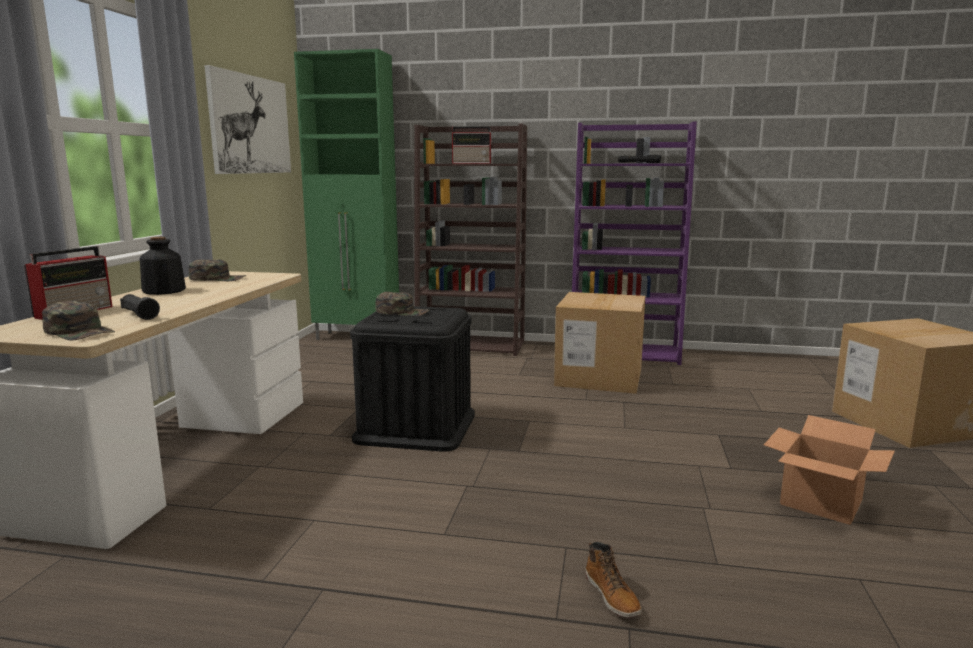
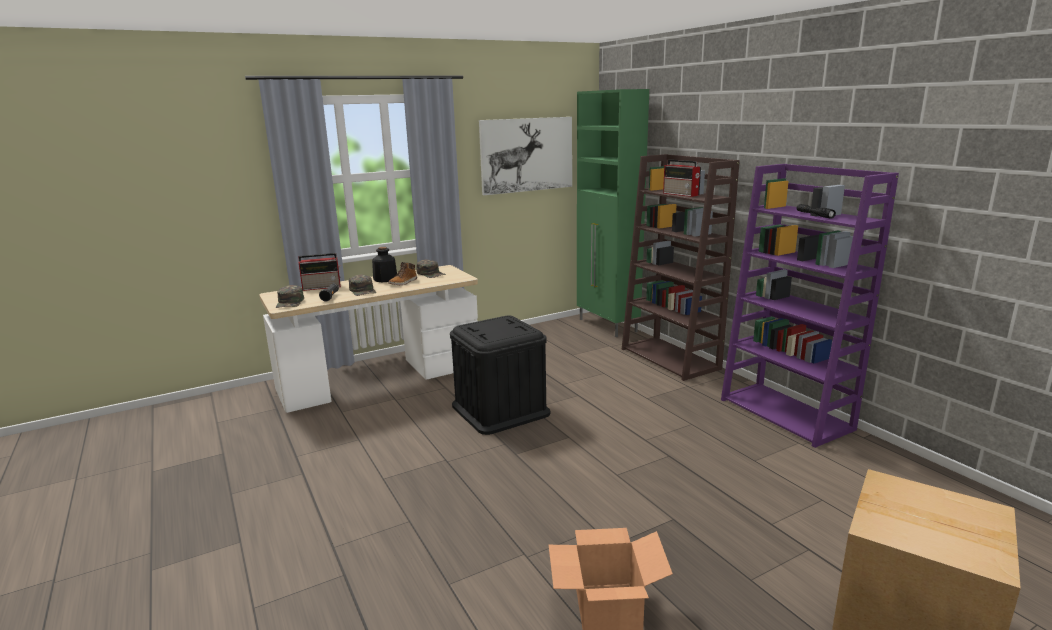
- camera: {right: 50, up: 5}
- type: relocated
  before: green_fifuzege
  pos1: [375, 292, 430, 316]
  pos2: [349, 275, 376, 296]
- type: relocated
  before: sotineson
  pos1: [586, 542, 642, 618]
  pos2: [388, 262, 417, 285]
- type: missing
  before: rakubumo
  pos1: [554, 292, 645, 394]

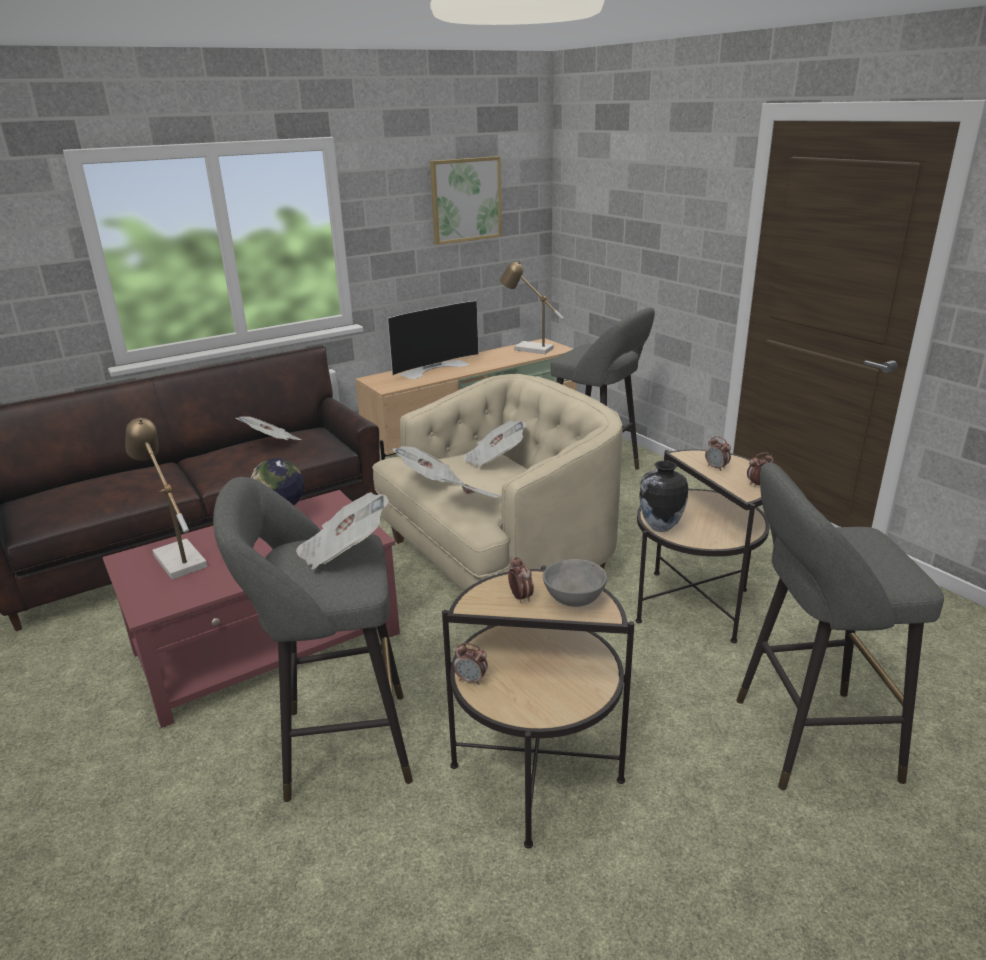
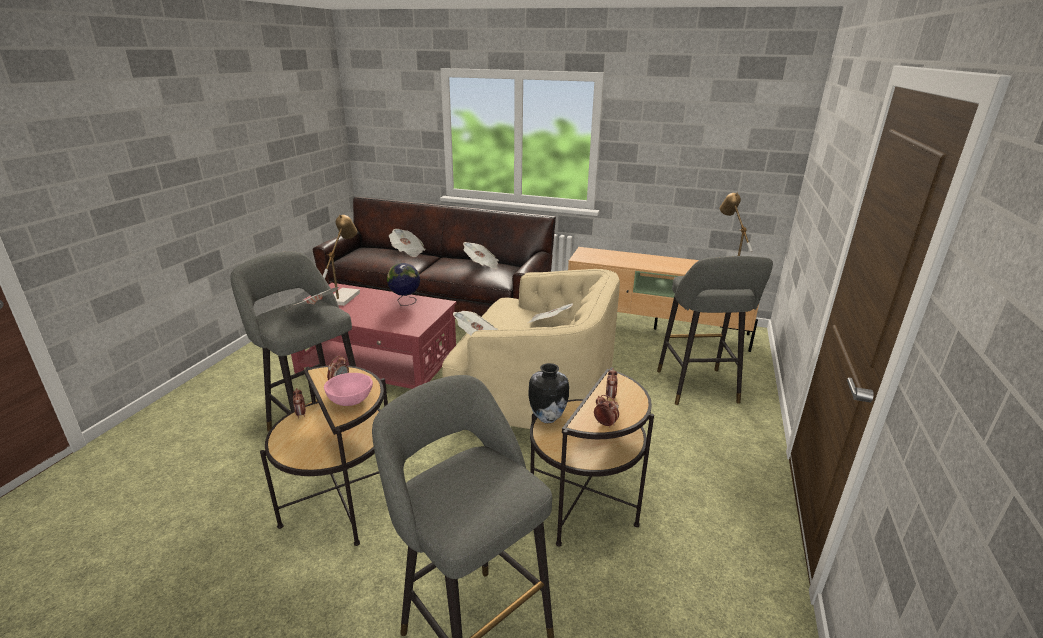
- camera: {right: 50, up: 0}
- type: colour
  before: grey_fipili
  after: pink_fipili
  pos1: [543, 559, 607, 607]
  pos2: [324, 373, 373, 406]
- type: relocated
  before: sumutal
  pos1: [392, 446, 463, 483]
  pos2: [389, 229, 426, 257]
- type: missing
  before: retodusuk
  pos1: [387, 301, 479, 379]
- type: missing
  before: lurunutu
  pos1: [430, 156, 502, 245]

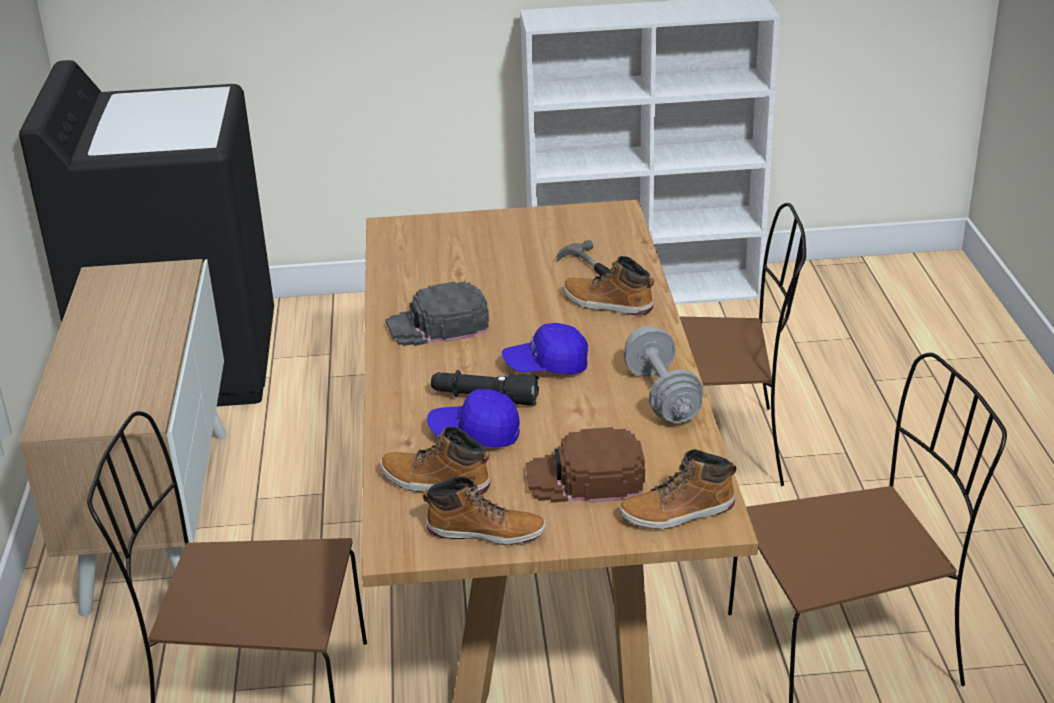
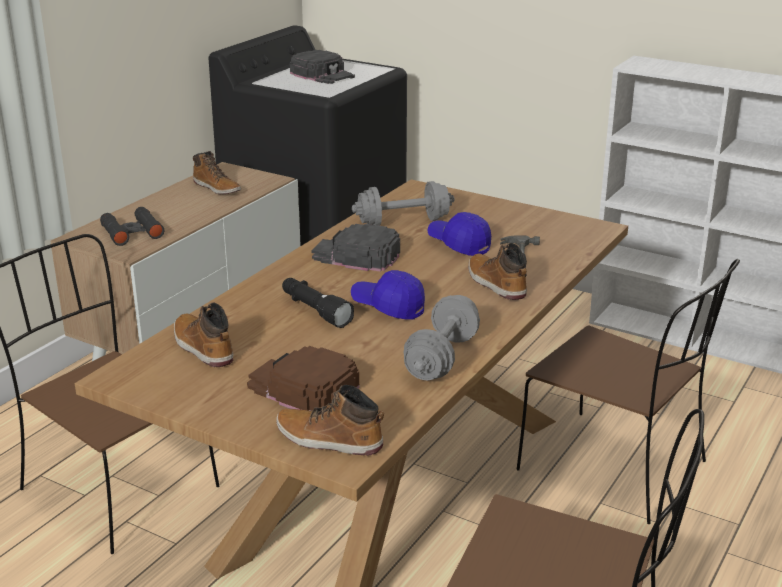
- camera: {right: 35, up: -5}
- type: appeared
  after: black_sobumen
  pos2: [100, 207, 164, 246]
- type: relocated
  before: sotineson
  pos1: [423, 477, 546, 545]
  pos2: [193, 151, 241, 195]
- type: appeared
  after: black_fifuzege
  pos2: [290, 50, 355, 84]
- type: appeared
  after: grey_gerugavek
  pos2: [352, 181, 455, 226]
- type: relocated
  before: blue_fifuzege
  pos1: [427, 389, 520, 448]
  pos2: [427, 212, 491, 256]

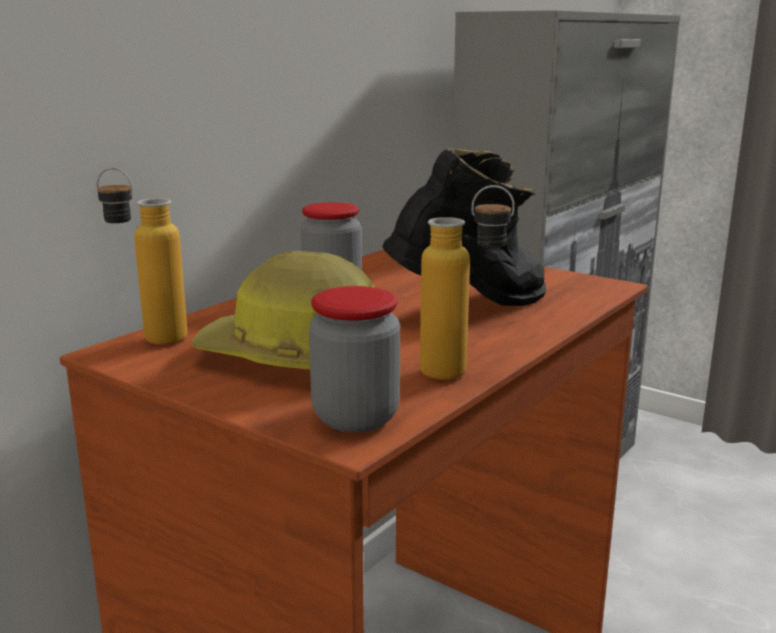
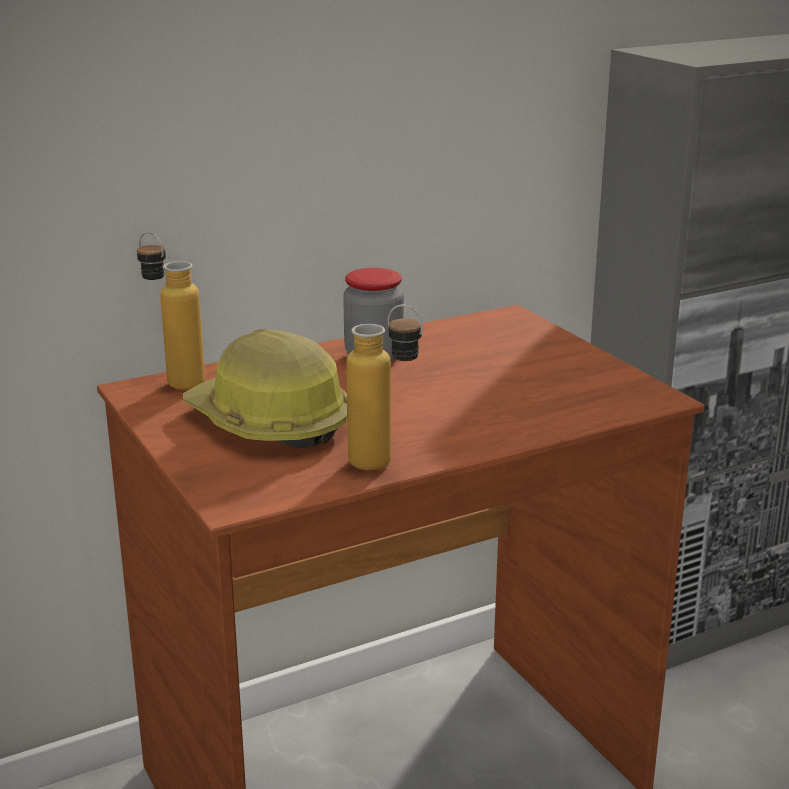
- camera: {right: 25, up: 5}
- type: missing
  before: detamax
  pos1: [309, 286, 400, 432]
- type: missing
  before: black_sotineson
  pos1: [382, 148, 546, 306]

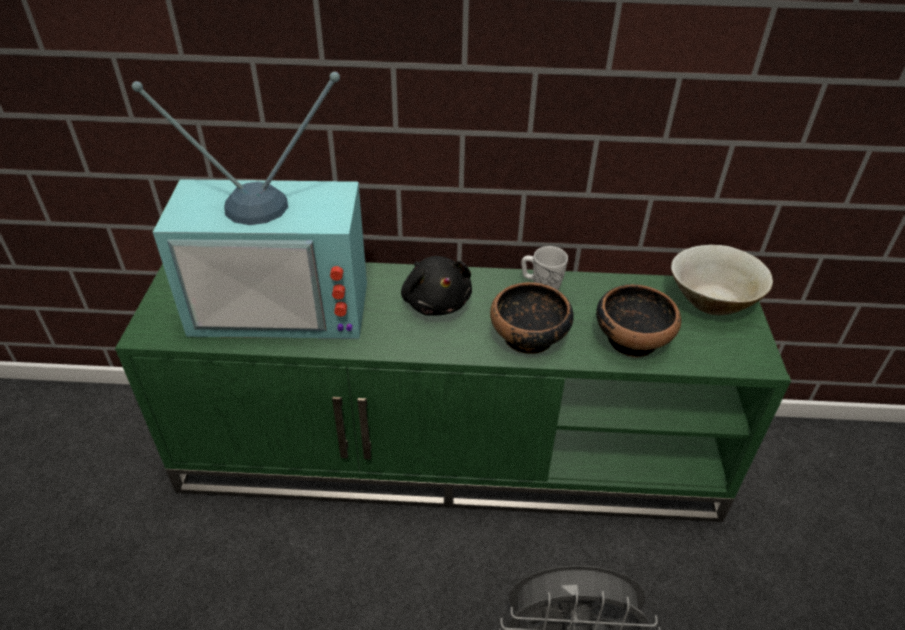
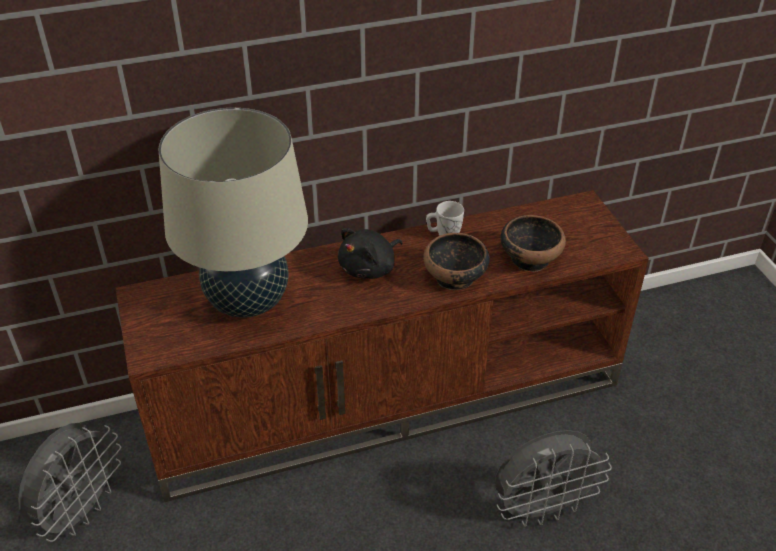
- camera: {right: -20, up: 0}
- type: appeared
  after: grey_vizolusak
  pos2: [18, 423, 121, 542]
- type: colour
  before: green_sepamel
  after: brown_sepamel
  pos1: [115, 262, 791, 522]
  pos2: [116, 190, 649, 502]
- type: exchanged
  before: retodusuk
  after: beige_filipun
  pos1: [132, 72, 367, 339]
  pos2: [158, 108, 308, 318]
- type: spun
  before: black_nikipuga
  pos1: [401, 256, 472, 316]
  pos2: [338, 228, 403, 279]
  turn: 90
- type: missing
  before: beige_fipili
  pos1: [671, 245, 773, 315]

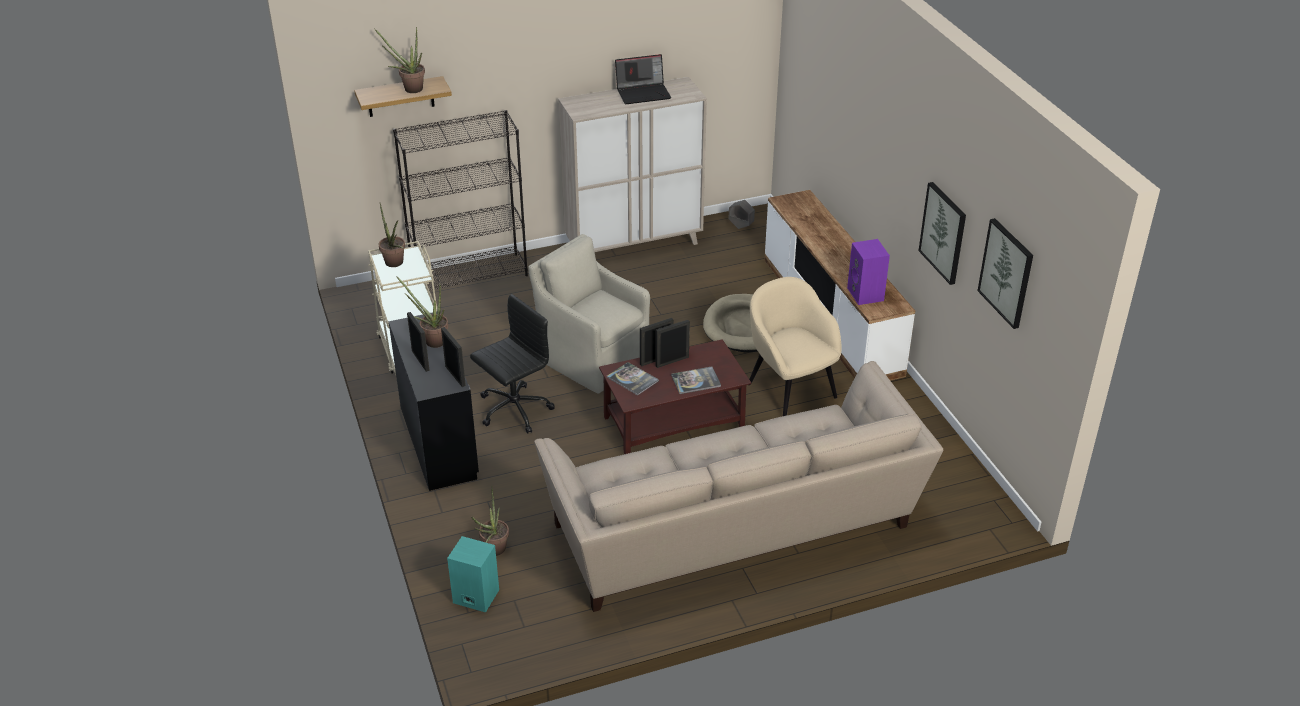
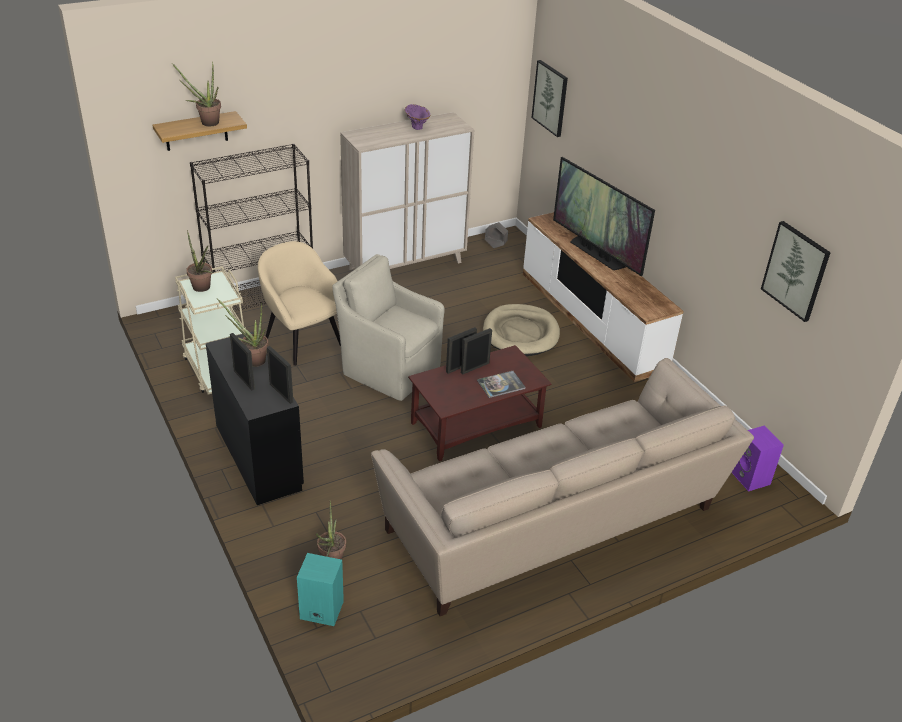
- camera: {right: -10, up: 0}
- type: relocated
  before: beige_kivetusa
  pos1: [749, 277, 842, 416]
  pos2: [257, 241, 341, 366]
- type: exchanged
  before: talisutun
  after: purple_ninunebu
  pos1: [615, 54, 671, 104]
  pos2: [405, 104, 430, 130]
- type: relocated
  before: lurunutu
  pos1: [919, 182, 966, 285]
  pos2: [532, 60, 568, 137]
- type: appeared
  after: retodusuk
  pos2: [553, 157, 655, 276]
- type: relocated
  before: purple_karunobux
  pos1: [847, 239, 890, 305]
  pos2: [731, 426, 784, 491]
- type: missing
  before: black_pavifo
  pos1: [470, 294, 555, 434]
- type: missing
  before: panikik
  pos1: [607, 362, 659, 395]

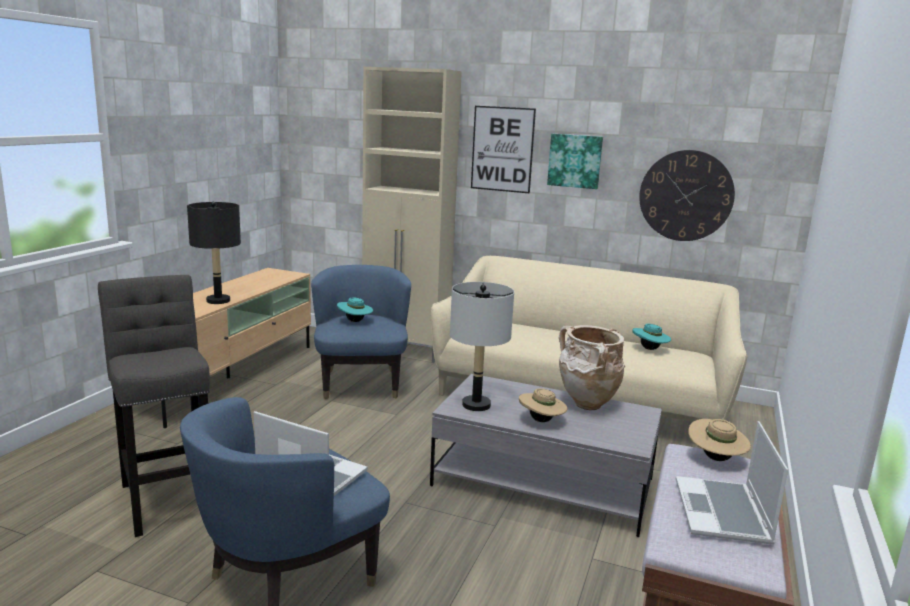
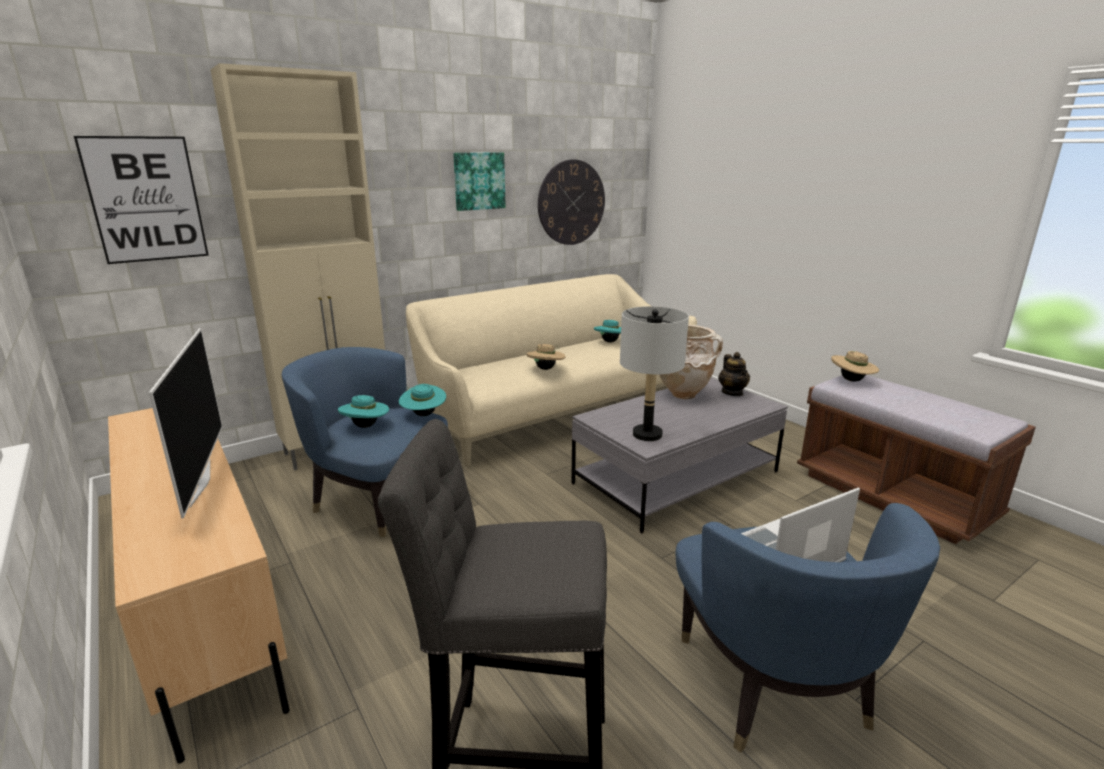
- camera: {right: -55, up: 5}
- type: relocated
  before: lurunutu
  pos1: [471, 106, 536, 193]
  pos2: [74, 136, 209, 264]
- type: exchanged
  before: black_filipun
  after: retodusuk
  pos1: [187, 202, 241, 304]
  pos2: [149, 328, 222, 518]
- type: appeared
  after: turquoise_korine
  pos2: [399, 384, 446, 416]
- type: relocated
  before: beige_korine
  pos1: [519, 388, 567, 422]
  pos2: [527, 344, 566, 370]
- type: appeared
  after: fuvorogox
  pos2: [718, 352, 750, 396]
- type: missing
  before: talisutun
  pos1: [676, 421, 788, 544]

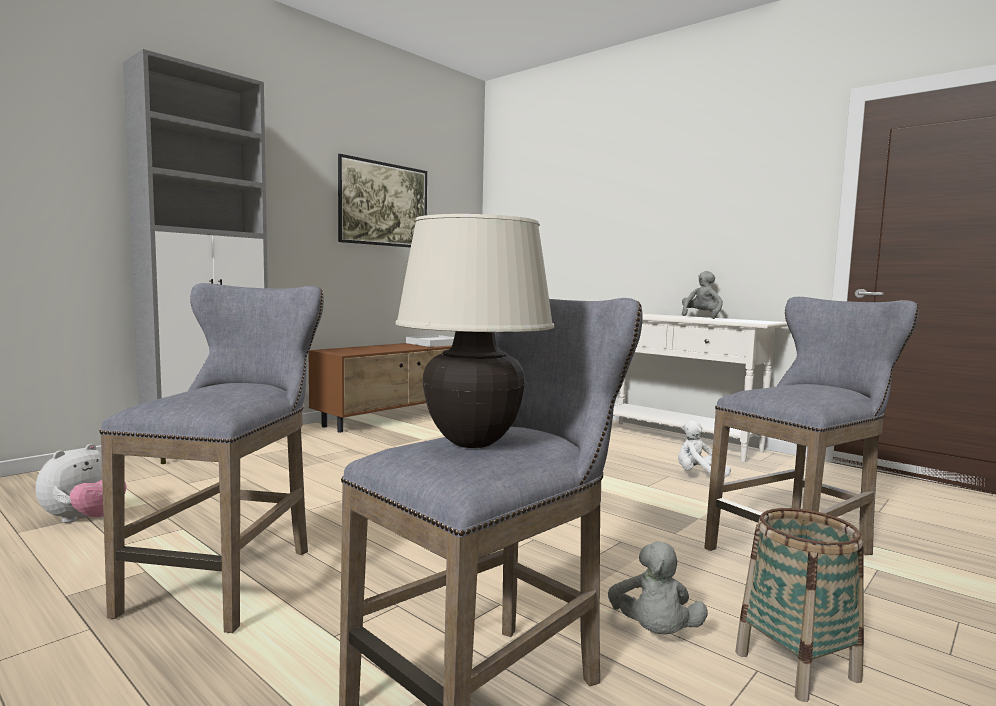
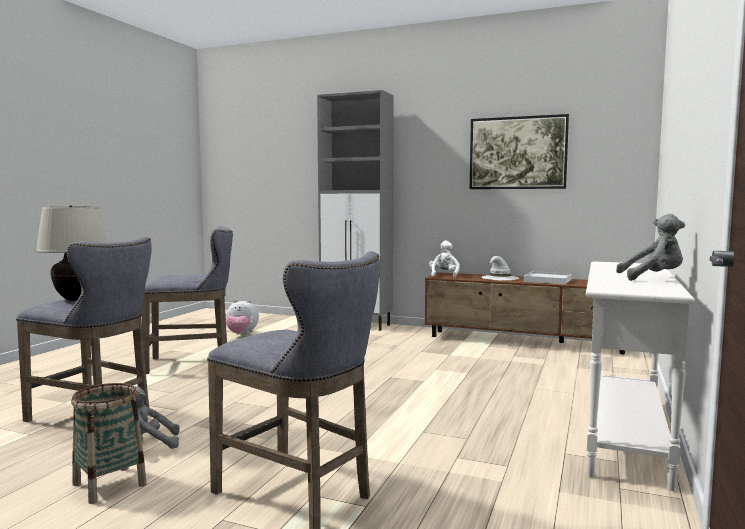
- camera: {right: 70, up: 0}
- type: relocated
  before: white_nikipuga
  pos1: [678, 420, 731, 481]
  pos2: [429, 241, 460, 278]
- type: appeared
  after: white_korine
  pos2: [482, 256, 519, 280]

